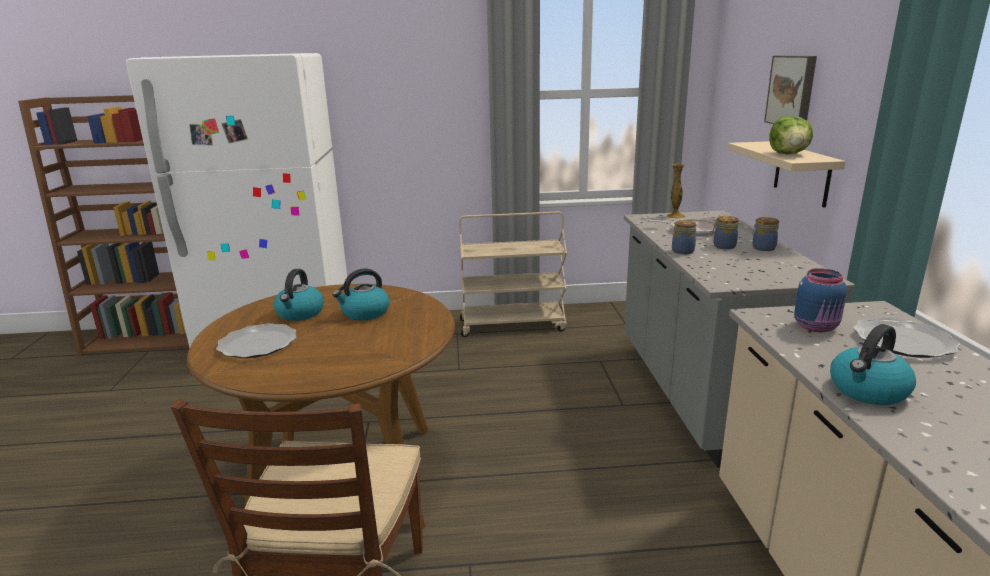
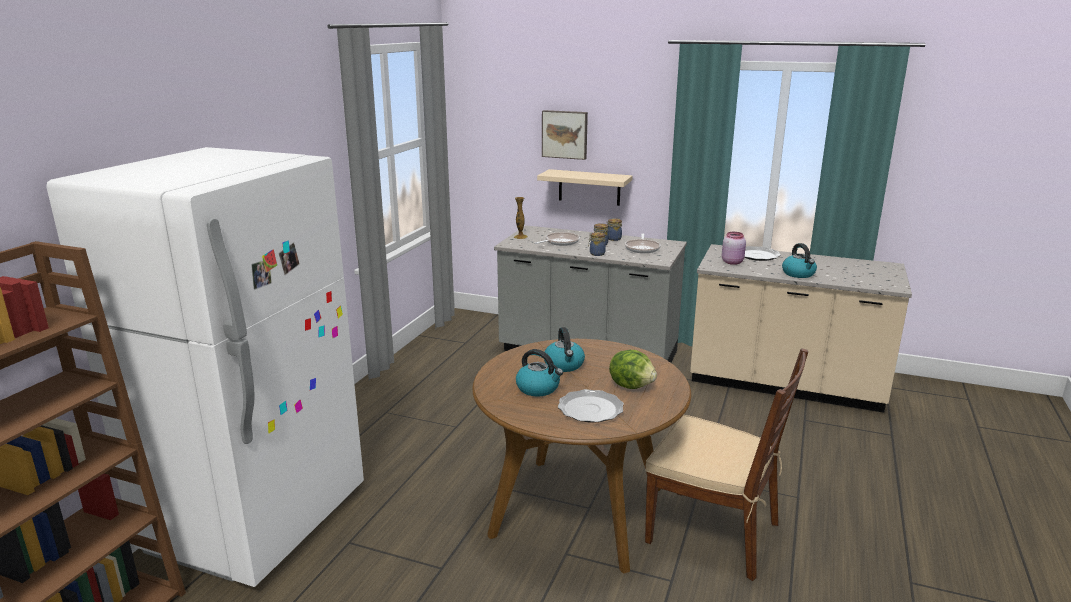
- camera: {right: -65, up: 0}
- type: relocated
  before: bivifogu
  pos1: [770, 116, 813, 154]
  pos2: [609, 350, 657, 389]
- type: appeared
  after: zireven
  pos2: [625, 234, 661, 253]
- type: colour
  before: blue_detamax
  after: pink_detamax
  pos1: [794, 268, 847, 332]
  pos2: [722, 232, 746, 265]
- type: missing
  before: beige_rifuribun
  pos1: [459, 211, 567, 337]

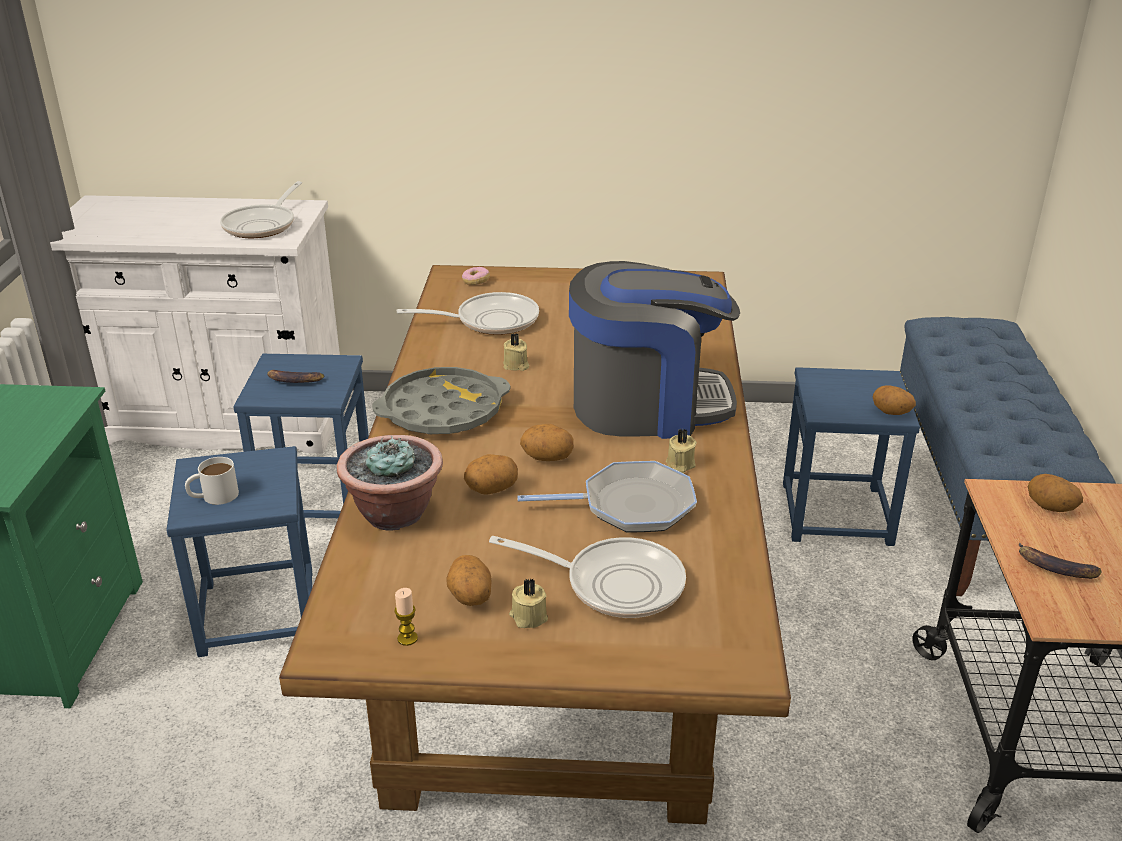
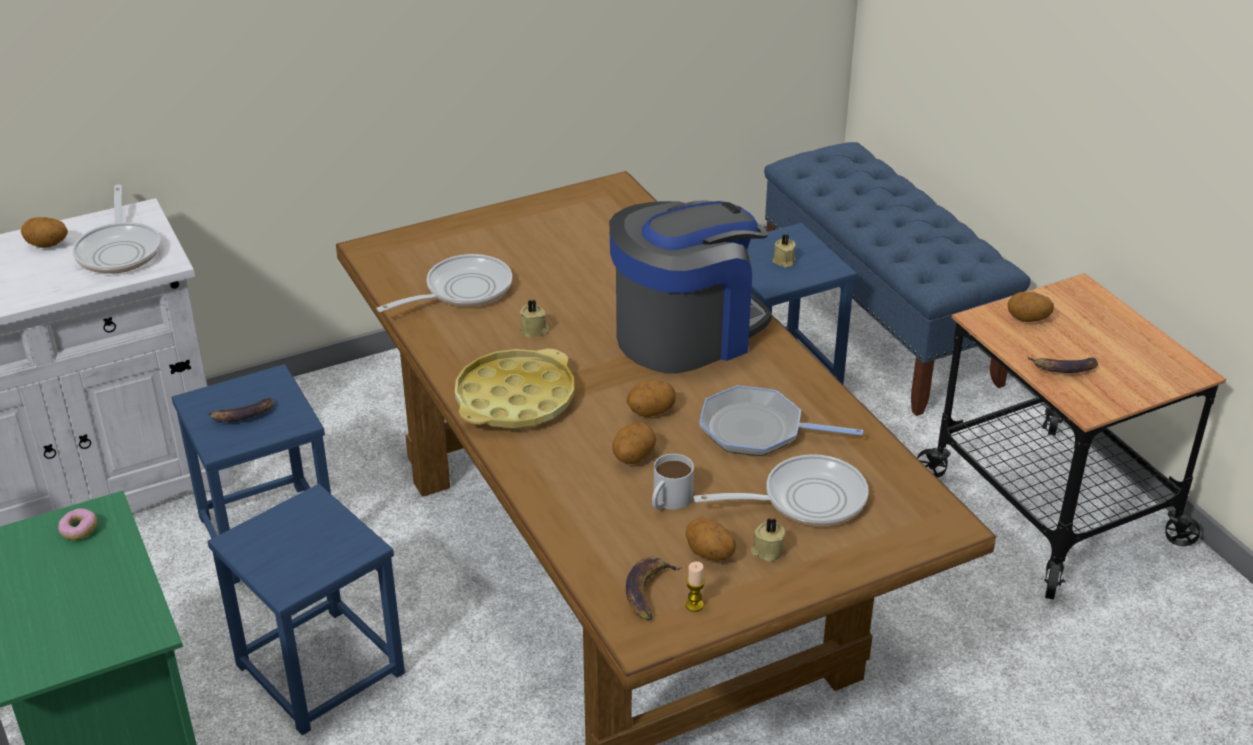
- camera: {right: -30, up: 5}
- type: relocated
  before: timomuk
  pos1: [873, 385, 916, 415]
  pos2: [21, 217, 68, 248]
- type: relocated
  before: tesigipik
  pos1: [462, 267, 490, 285]
  pos2: [58, 508, 97, 540]
- type: colour
  before: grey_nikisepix
  after: yellow_nikisepix
  pos1: [372, 367, 510, 434]
  pos2: [455, 349, 574, 429]
- type: appeared
  after: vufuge
  pos2: [626, 557, 682, 621]
- type: relocated
  before: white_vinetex
  pos1: [185, 457, 239, 505]
  pos2: [652, 454, 694, 510]
- type: spun
  before: zireven
  pos1: [517, 461, 697, 532]
  pos2: [699, 386, 863, 456]
  turn: -135
- type: relocated
  before: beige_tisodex
  pos1: [666, 429, 697, 473]
  pos2: [772, 234, 796, 268]
- type: missing
  before: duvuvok
  pos1: [337, 435, 443, 531]

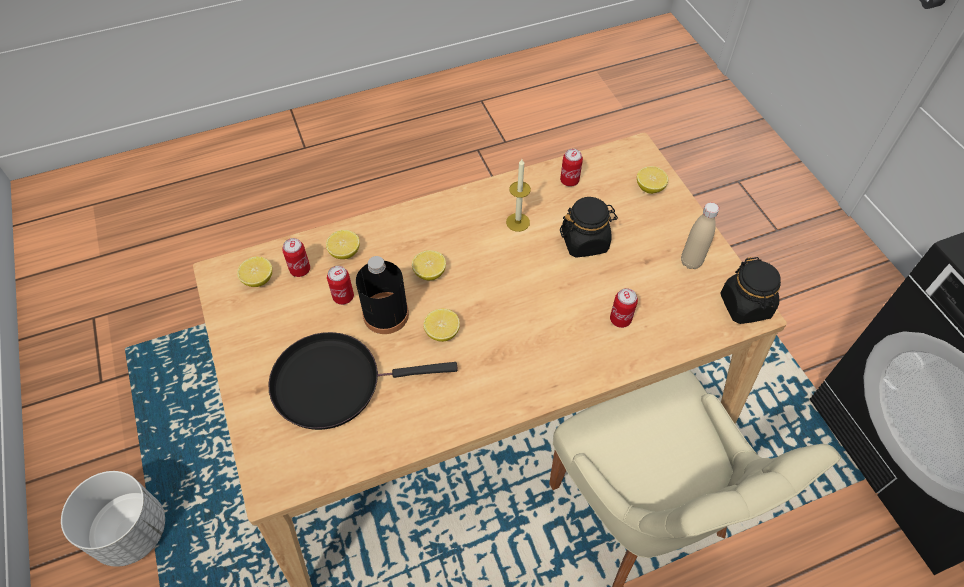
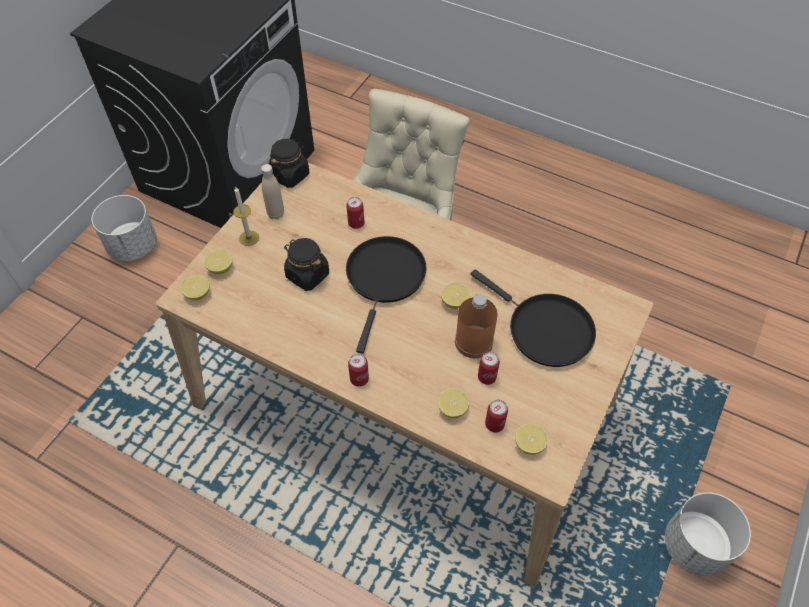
- camera: {right: -130, up: 0}
- type: appeared
  after: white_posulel
  pos2: [92, 195, 157, 261]
- type: relocated
  before: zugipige
  pos1: [412, 250, 446, 280]
  pos2: [180, 275, 210, 300]
- type: relocated
  before: tisodex
  pos1: [506, 159, 531, 232]
  pos2: [233, 187, 259, 246]
- type: appeared
  after: black_zireven
  pos2: [346, 236, 427, 354]
- type: relocated
  before: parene
  pos1: [560, 149, 583, 187]
  pos2: [348, 354, 369, 387]
- type: colour
  before: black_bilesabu
  after: orange_bilesabu
  pos1: [356, 256, 409, 334]
  pos2: [455, 294, 498, 358]

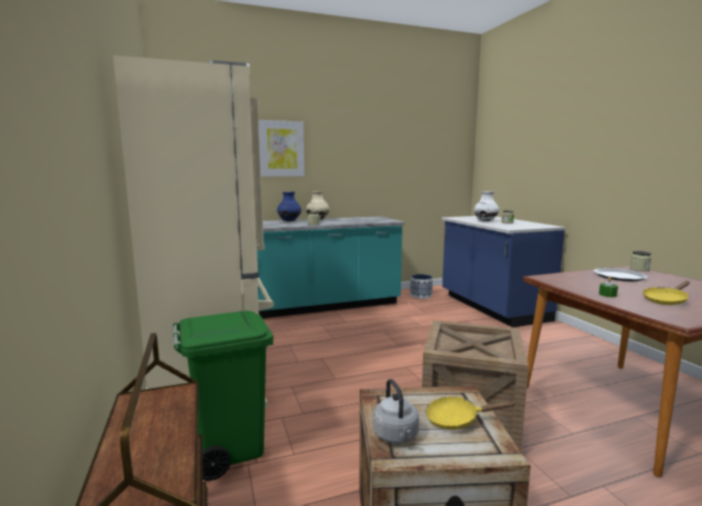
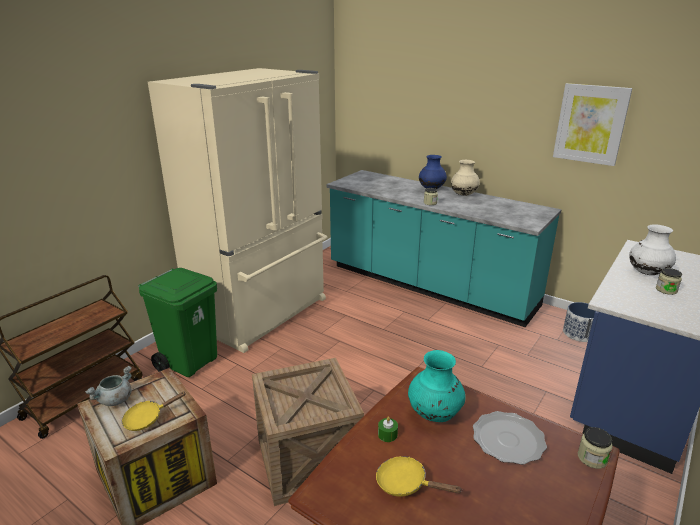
- camera: {right: 55, up: 15}
- type: exchanged
  before: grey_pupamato
  after: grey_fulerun
  pos1: [373, 379, 419, 444]
  pos2: [85, 366, 132, 406]
- type: spun
  before: yellow_zireven
  pos1: [426, 396, 516, 430]
  pos2: [122, 391, 186, 431]
  turn: -90
- type: appeared
  after: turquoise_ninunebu
  pos2: [408, 350, 466, 422]
- type: relocated
  before: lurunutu
  pos1: [259, 120, 305, 177]
  pos2: [553, 83, 632, 166]

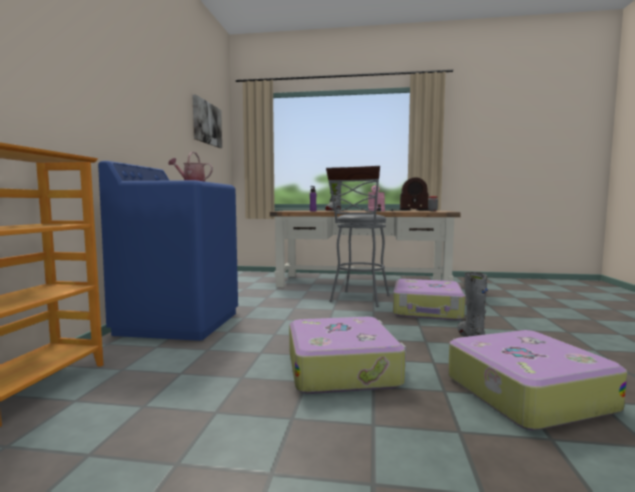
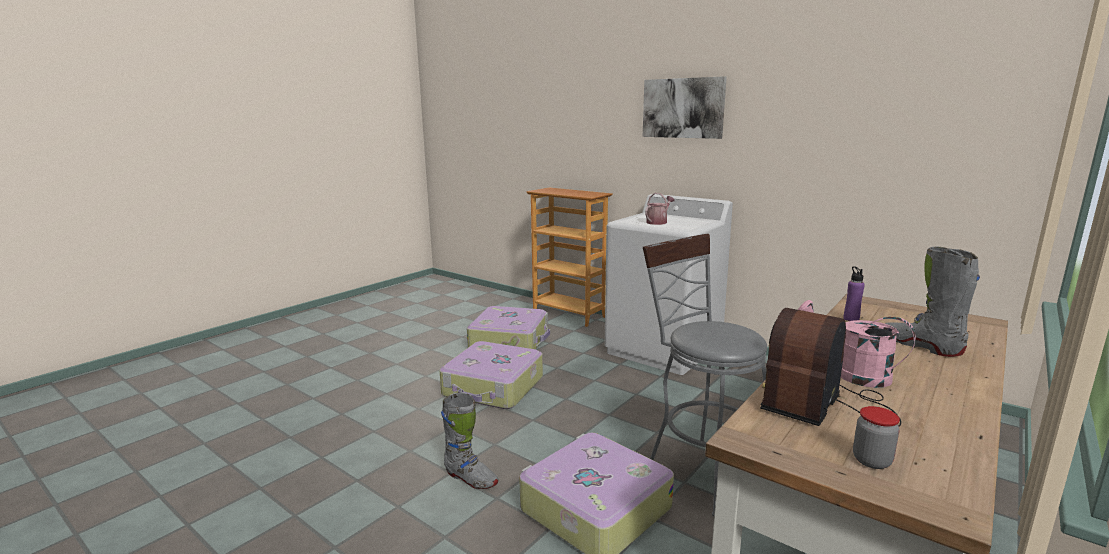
- camera: {right: 120, up: 10}
- type: relocated
  before: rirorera
  pos1: [448, 330, 627, 431]
  pos2: [467, 306, 550, 350]
- type: colour
  before: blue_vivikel
  after: white_vivikel
  pos1: [98, 161, 238, 341]
  pos2: [605, 194, 733, 375]
- type: relocated
  before: lurunutu
  pos1: [193, 94, 222, 148]
  pos2: [643, 76, 727, 139]

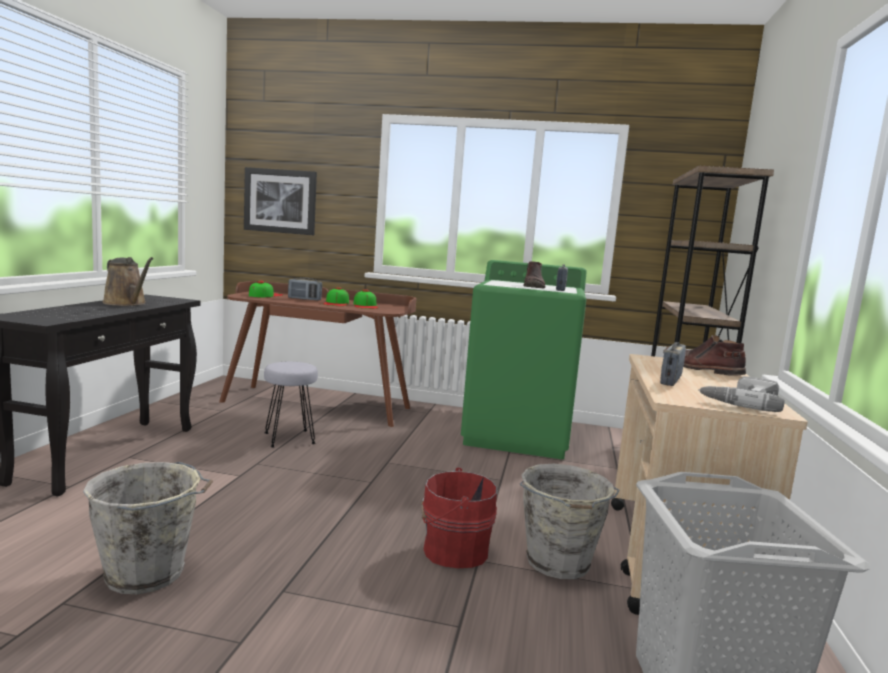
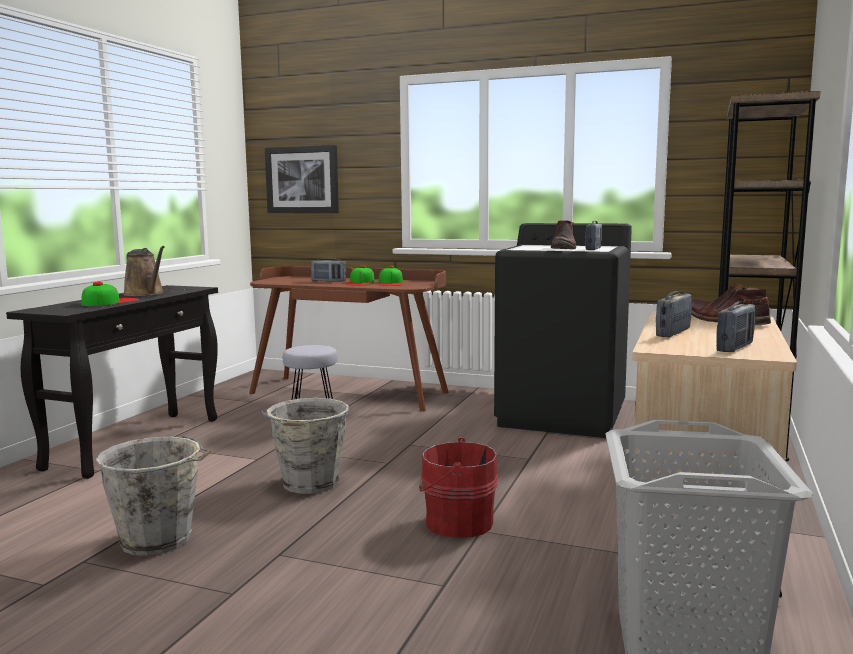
- camera: {right: 10, up: 0}
- type: relocated
  before: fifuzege
  pos1: [249, 280, 283, 297]
  pos2: [81, 282, 139, 306]
- type: relocated
  before: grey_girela
  pos1: [520, 464, 620, 579]
  pos2: [261, 398, 349, 494]
- type: colour
  before: green_vivikel
  after: black_vivikel
  pos1: [461, 260, 587, 459]
  pos2: [494, 223, 632, 438]
- type: exchanged
  before: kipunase
  after: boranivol
  pos1: [698, 376, 784, 412]
  pos2: [716, 301, 756, 352]

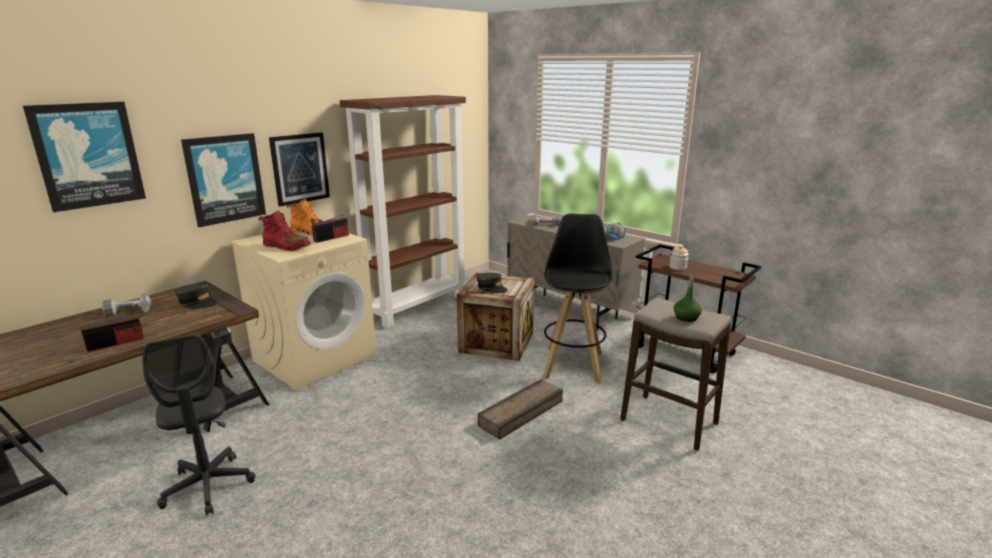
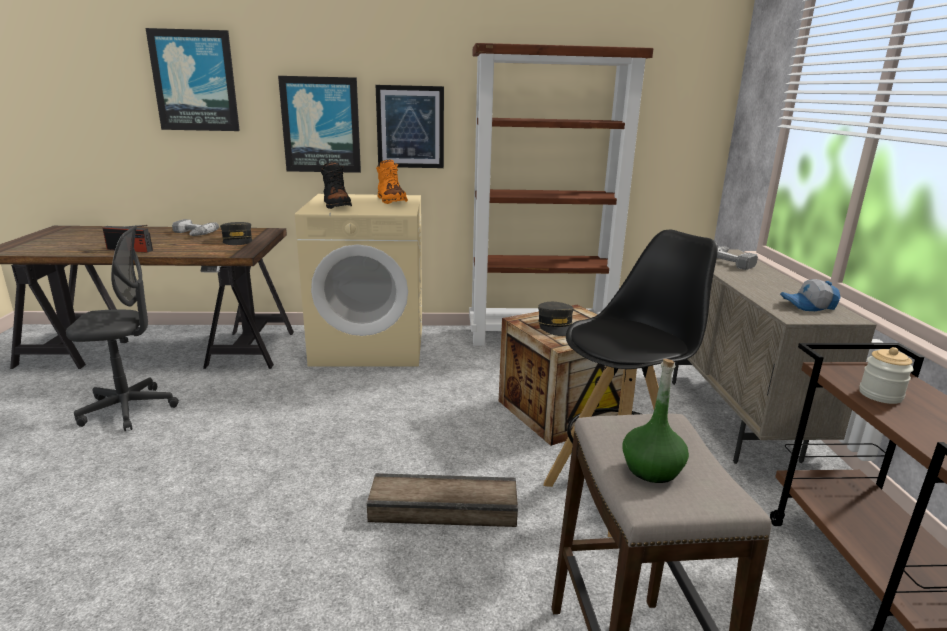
- camera: {right: 45, up: 0}
- type: spun
  before: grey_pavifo
  pos1: [142, 334, 256, 516]
  pos2: [66, 225, 179, 431]
  turn: -120
- type: colour
  before: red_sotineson
  after: black_sotineson
  pos1: [258, 211, 311, 251]
  pos2: [321, 162, 352, 209]
- type: missing
  before: boranivol
  pos1: [312, 215, 349, 243]

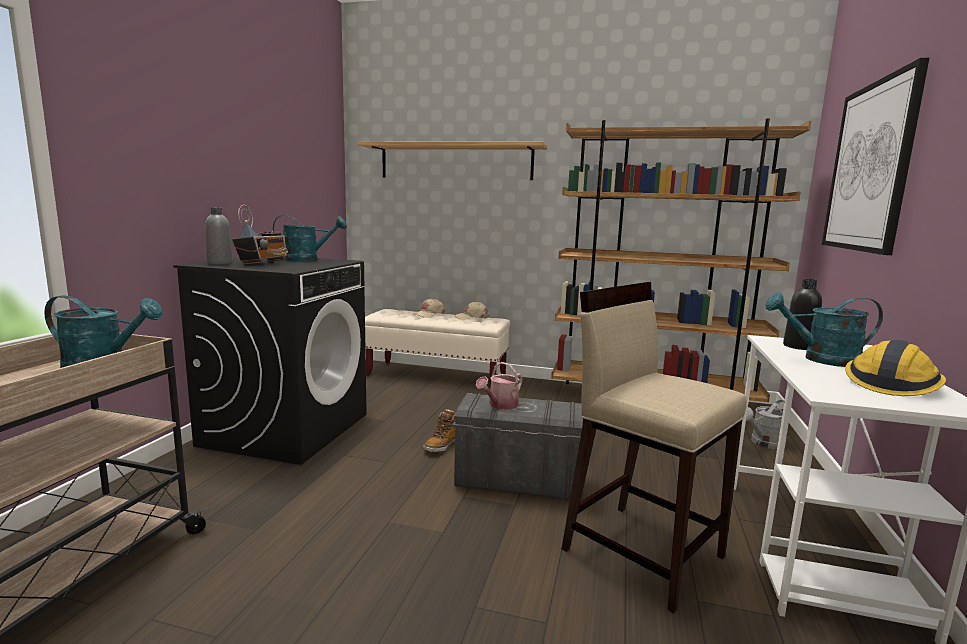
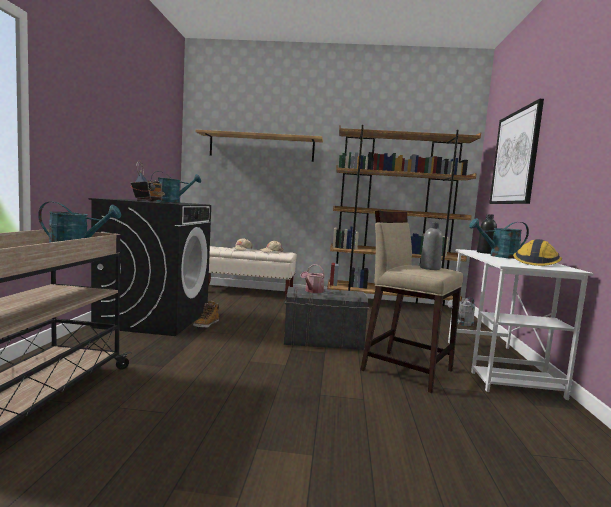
- camera: {right: -10, up: -5}
- type: relocated
  before: sotineson
  pos1: [423, 409, 456, 452]
  pos2: [193, 300, 219, 328]
- type: relocated
  before: grey_bilesabu
  pos1: [205, 207, 233, 265]
  pos2: [420, 222, 443, 270]

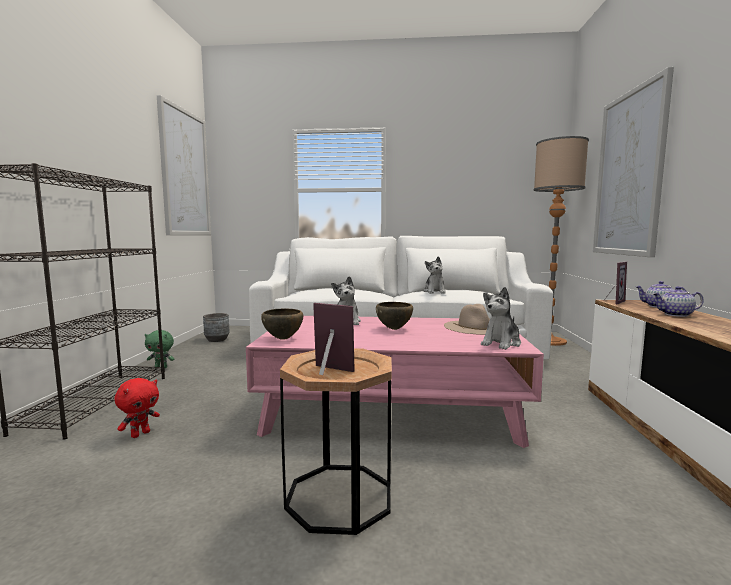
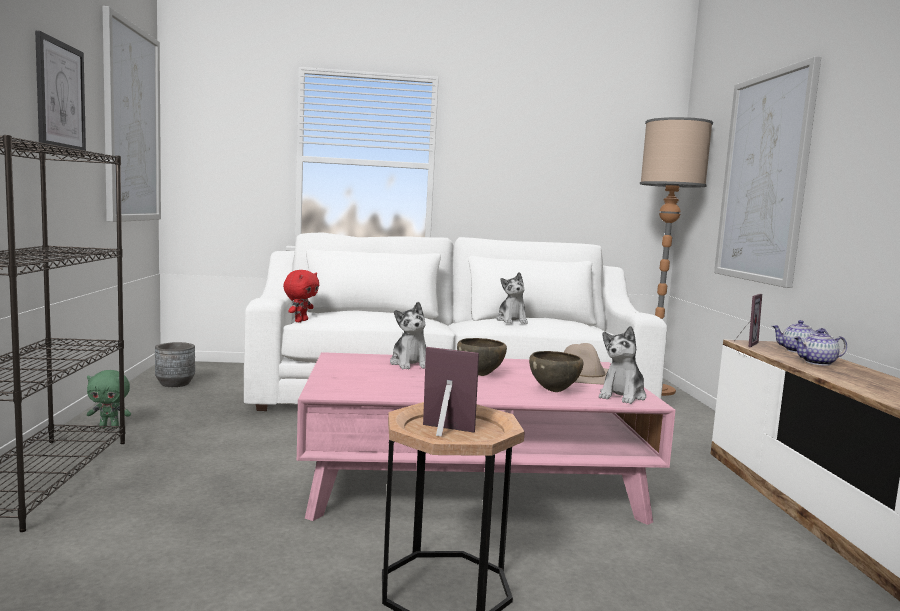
- camera: {right: -10, up: 0}
- type: appeared
  after: lurunutu
  pos2: [35, 31, 86, 152]
- type: relocated
  before: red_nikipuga
  pos1: [115, 378, 160, 438]
  pos2: [283, 270, 319, 322]
- type: relocated
  before: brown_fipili
  pos1: [261, 308, 303, 340]
  pos2: [529, 351, 584, 392]

